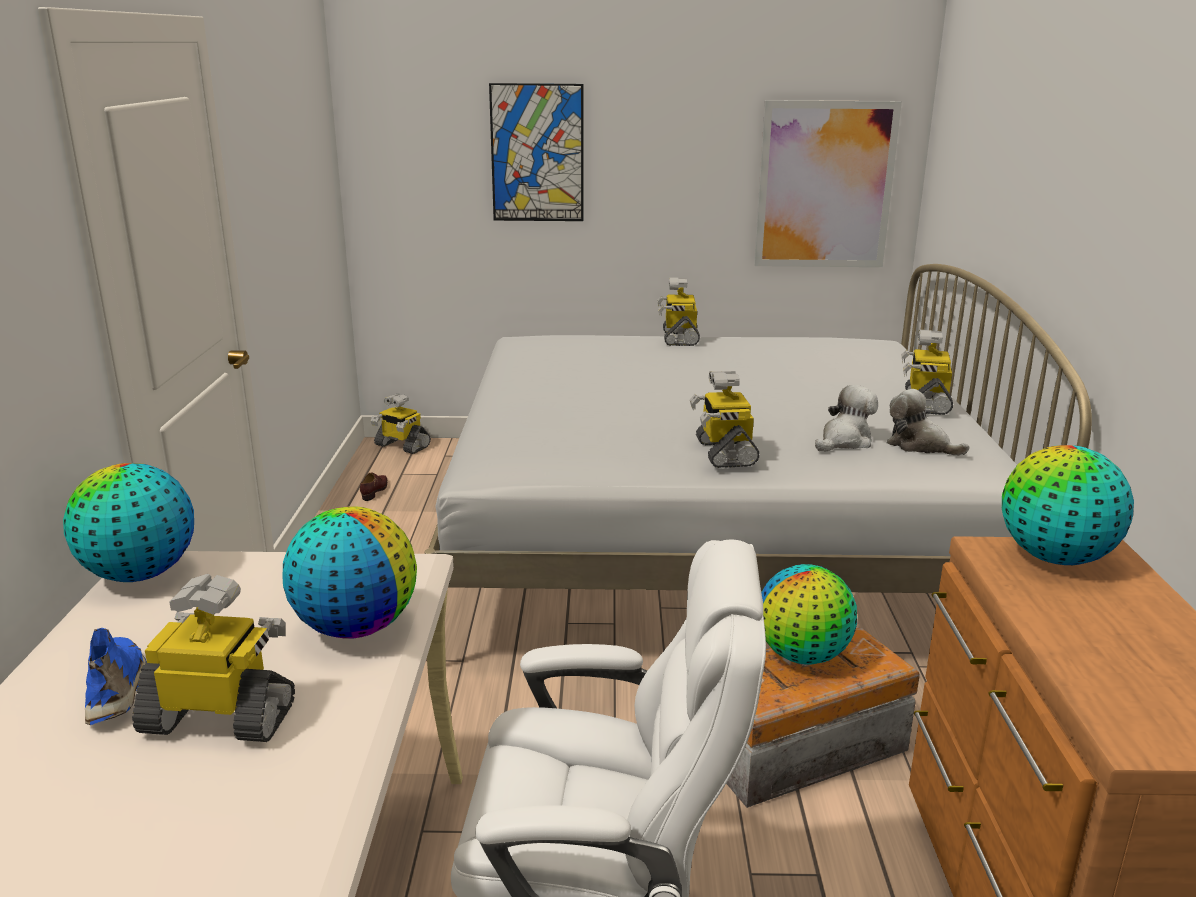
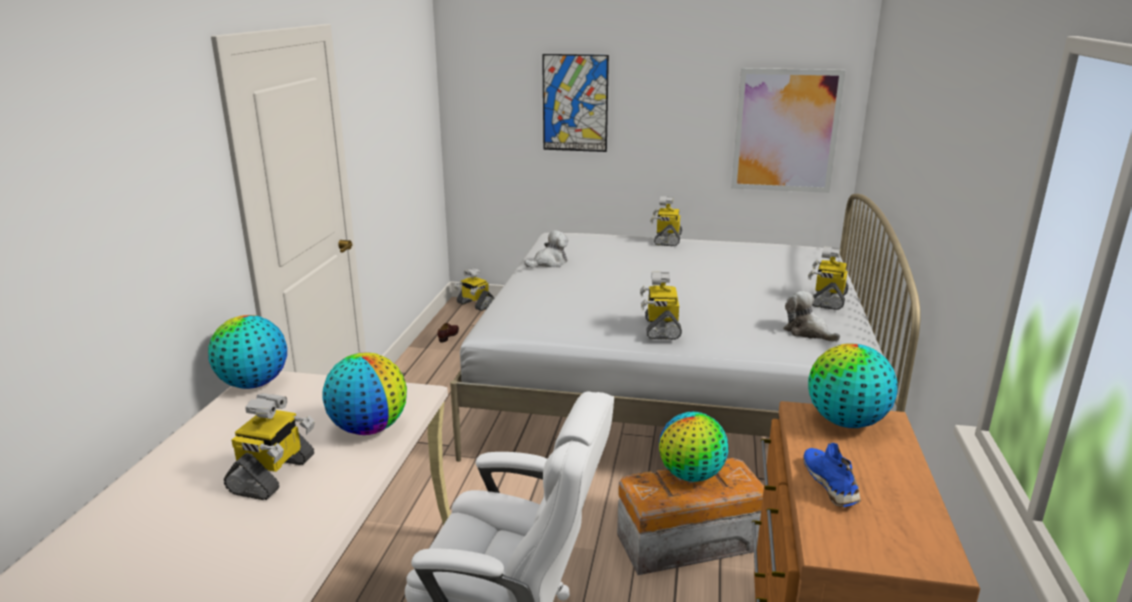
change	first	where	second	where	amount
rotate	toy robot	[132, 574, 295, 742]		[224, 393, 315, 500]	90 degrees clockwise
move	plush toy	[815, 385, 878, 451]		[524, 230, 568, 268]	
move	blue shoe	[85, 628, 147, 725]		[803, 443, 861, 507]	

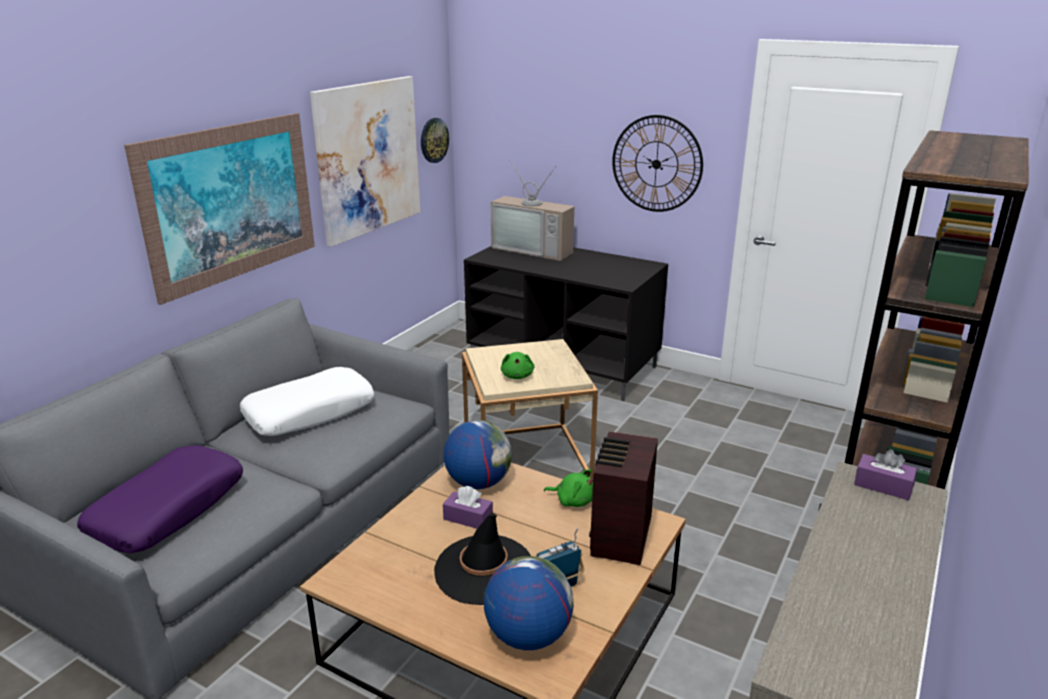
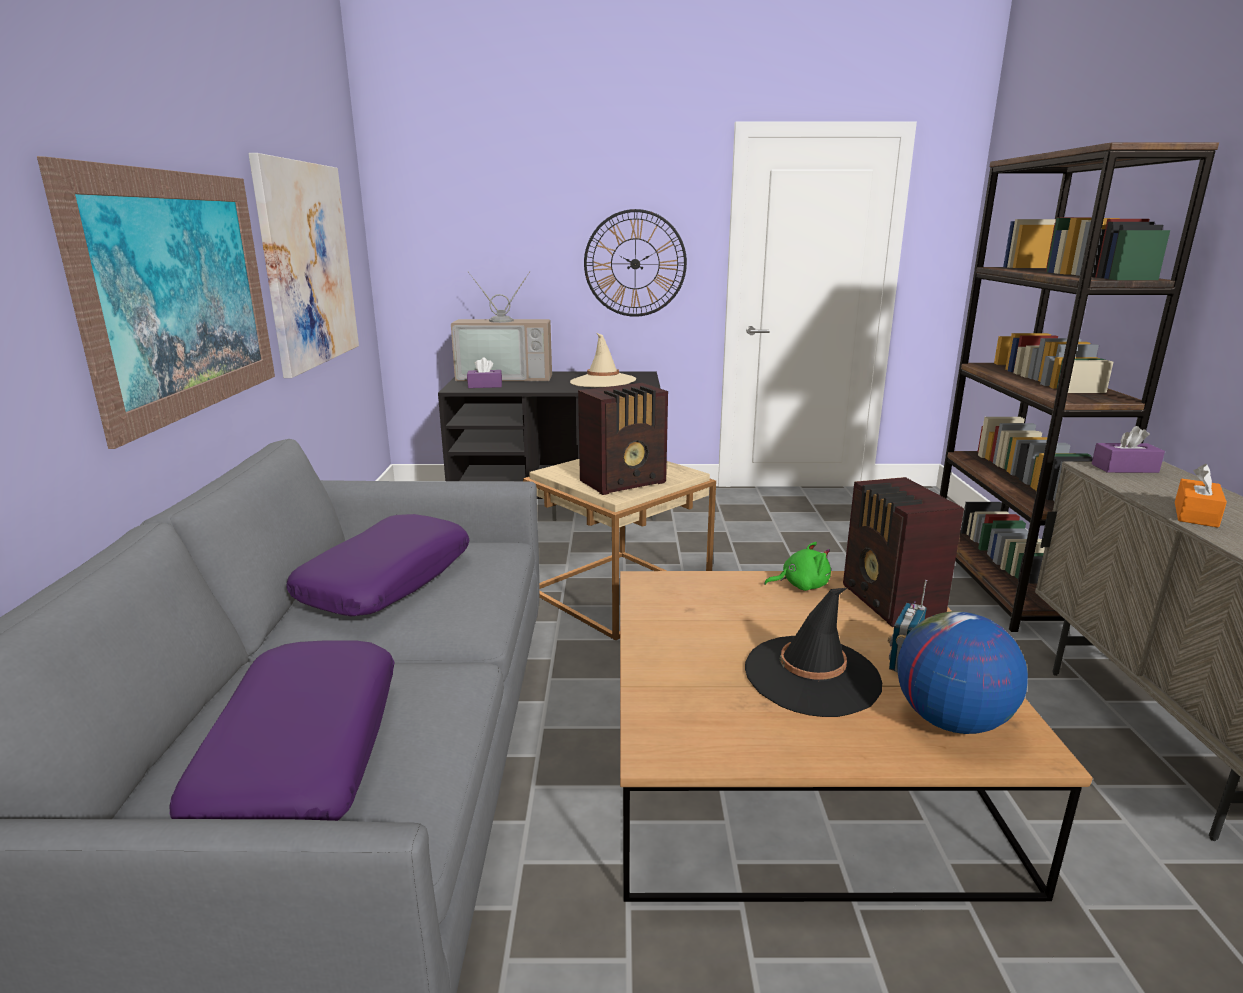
change	first	where	second	where	amount
recolor	white pillow	[240, 367, 375, 436]	purple pillow	[286, 514, 469, 617]	
move	purple tissue box	[443, 486, 493, 529]		[467, 357, 502, 388]	
insert			beige hat	[570, 333, 636, 387]	
replace	green plush toy	[501, 352, 534, 379]	radio	[578, 383, 668, 495]	
insert			orange tissue box	[1175, 464, 1227, 528]	
delete	wall clock	[421, 118, 449, 163]			
delete	globe	[444, 420, 512, 489]			

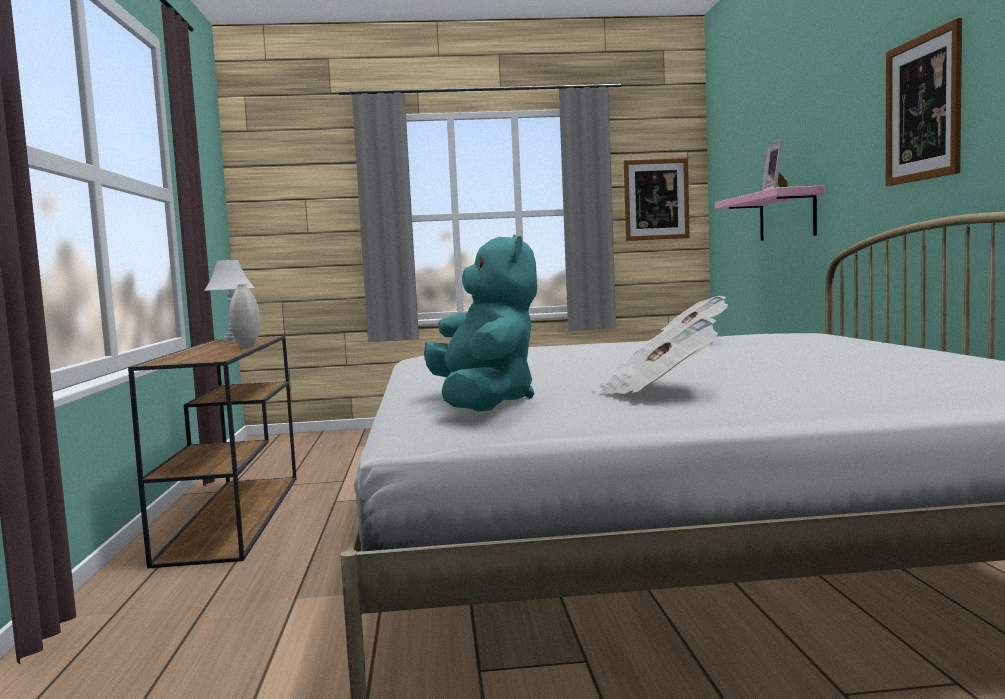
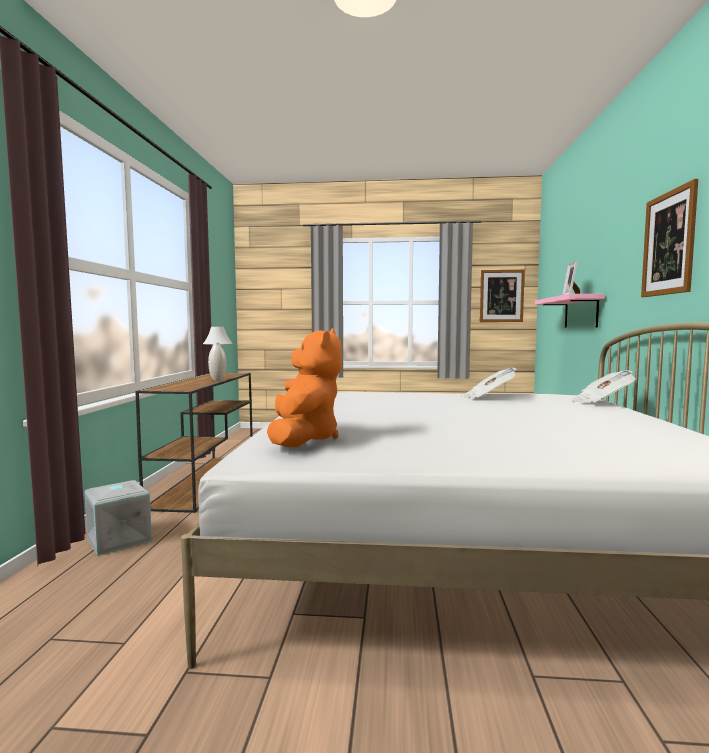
change	first	where	second	where	amount
insert			grey storage box	[84, 480, 152, 556]	
recolor	turquoise plush toy	[424, 234, 537, 411]	orange plush toy	[267, 328, 342, 447]	
move	newspaper	[594, 318, 718, 394]		[571, 370, 635, 402]	

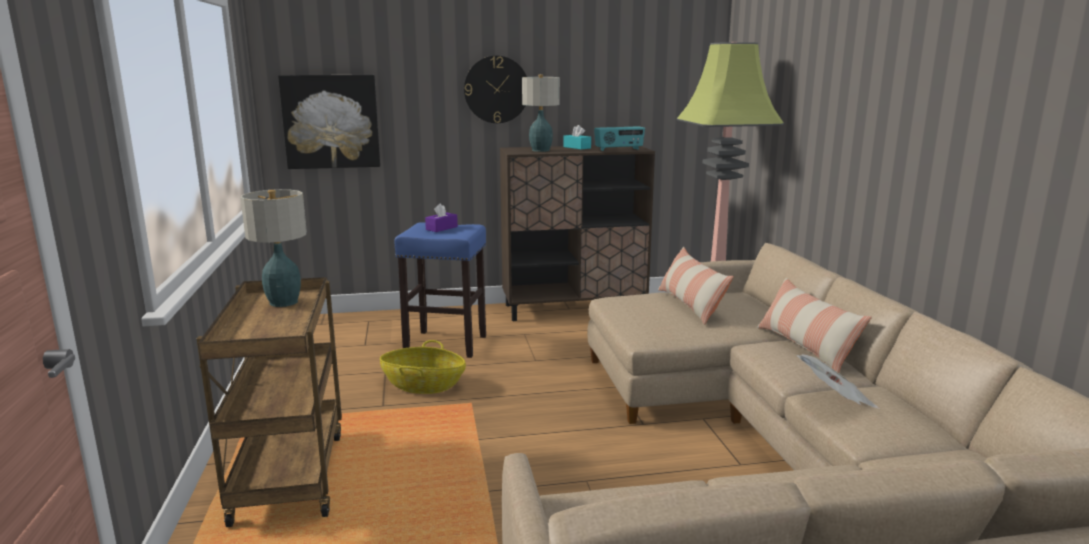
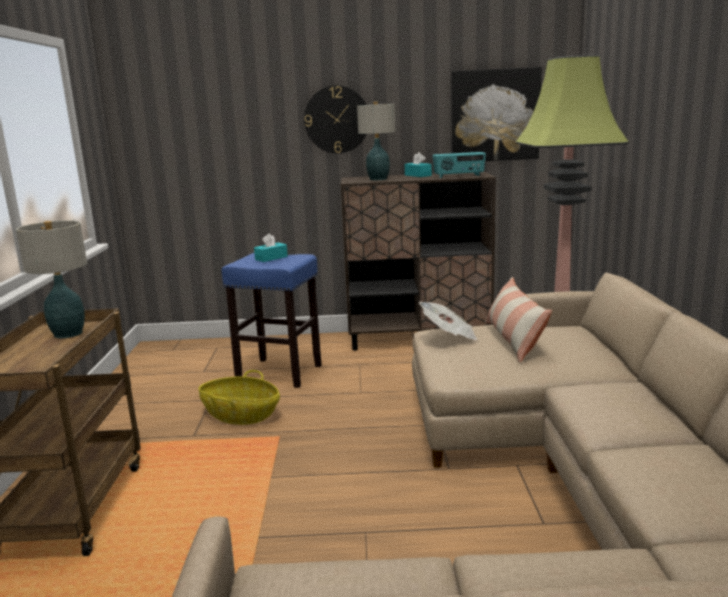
change	first	where	second	where	amount
recolor	purple tissue box	[425, 203, 458, 232]	turquoise tissue box	[254, 233, 288, 262]	
move	newspaper	[796, 354, 880, 409]		[419, 301, 477, 340]	
move	picture	[278, 75, 380, 169]		[451, 67, 542, 161]	
delete	pillow	[757, 278, 872, 373]			

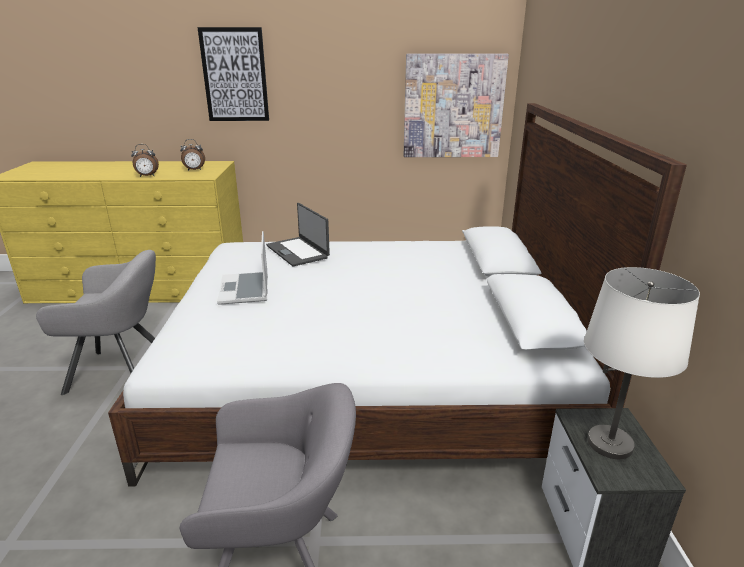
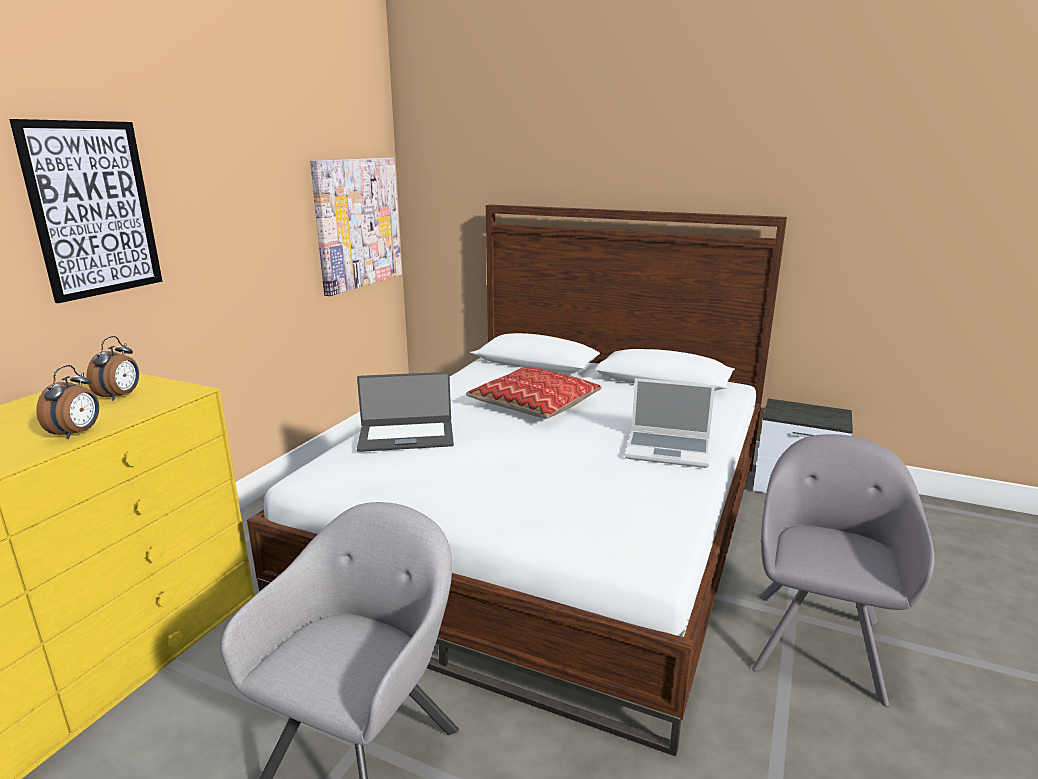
change	first	where	second	where	amount
insert			pillow	[466, 367, 602, 419]	
move	laptop	[217, 231, 268, 305]		[625, 378, 715, 468]	
delete	white table lamp	[584, 267, 700, 459]			

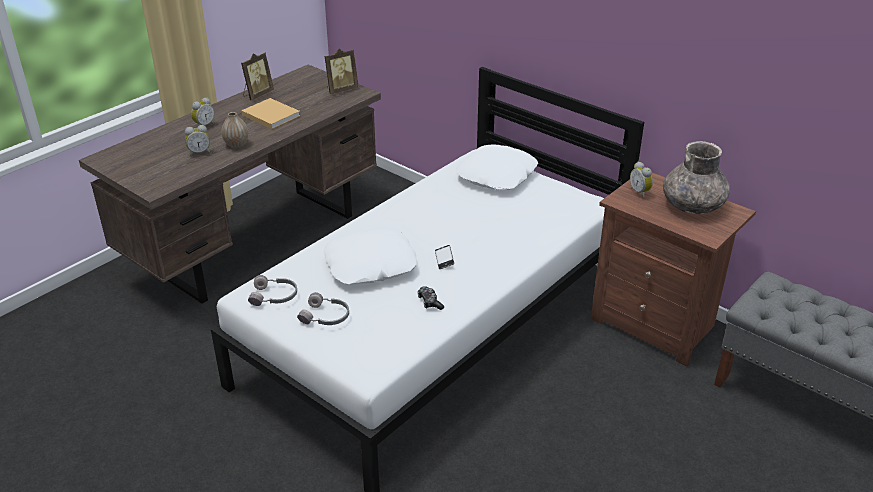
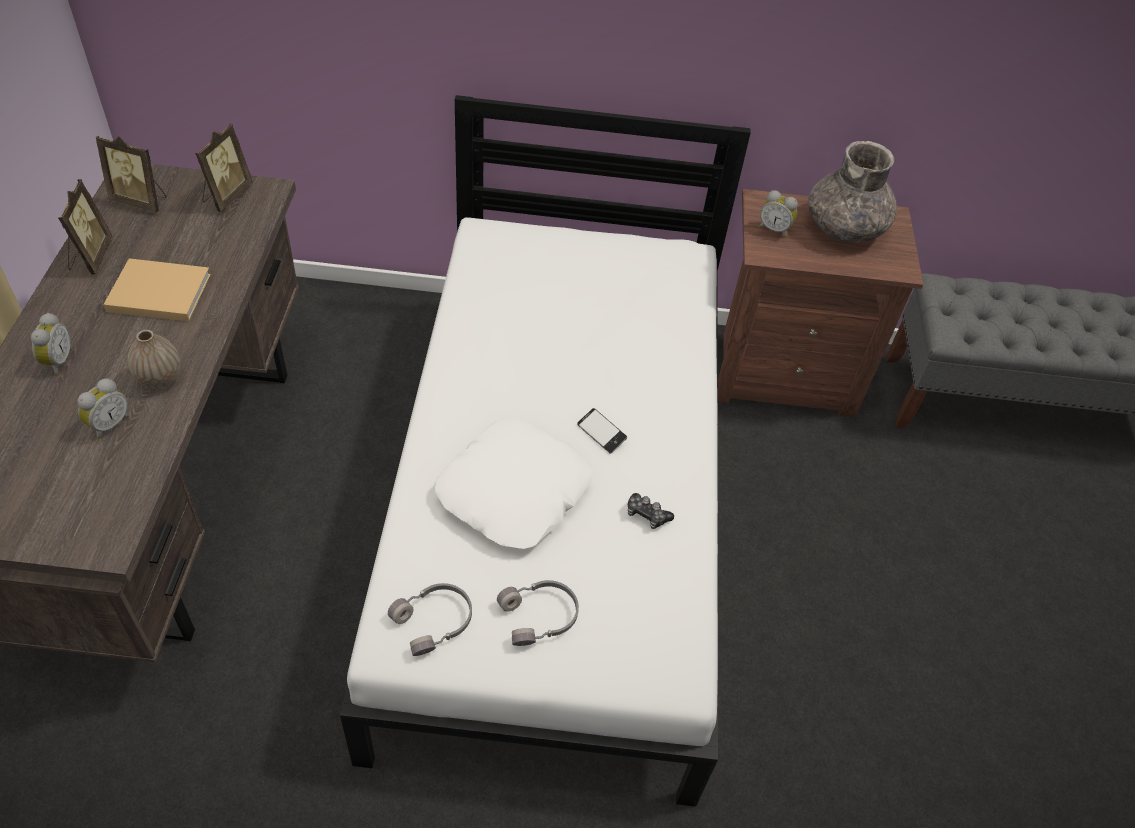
change	first	where	second	where	amount
insert			picture frame	[96, 136, 166, 213]	
delete	white pillow	[456, 144, 538, 190]			

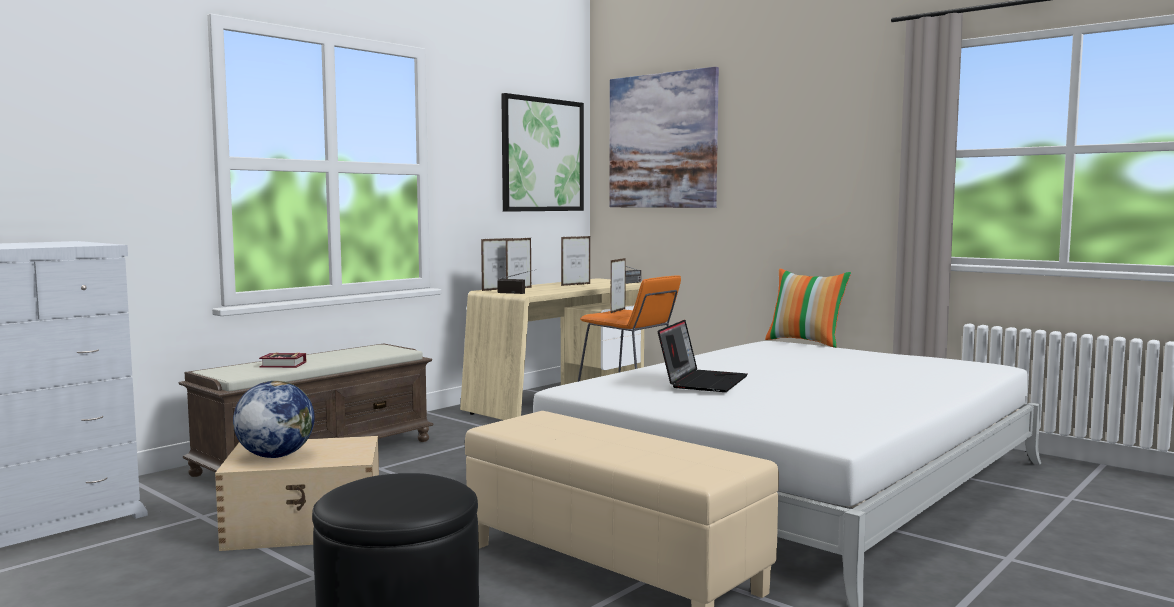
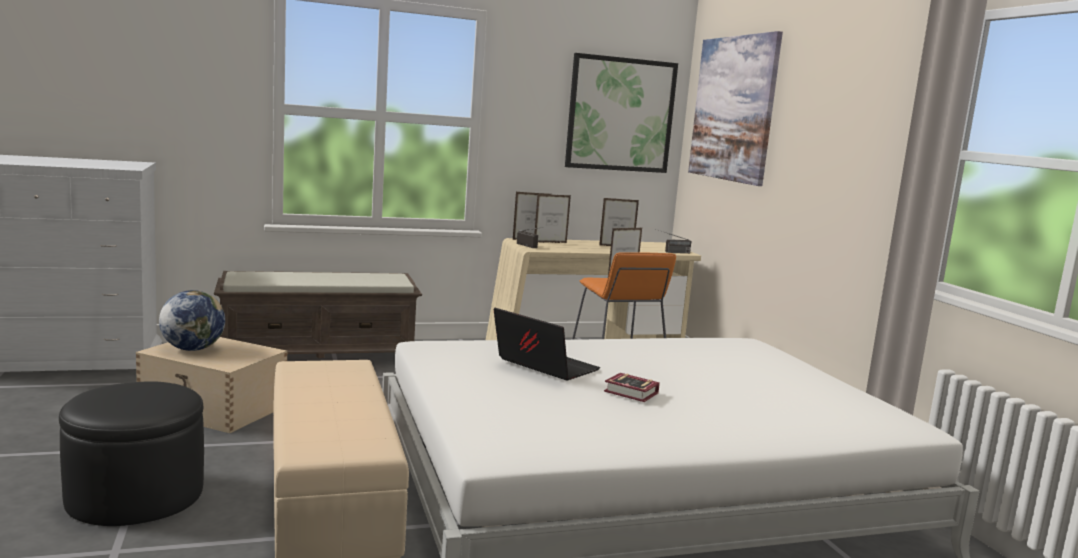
change	first	where	second	where	amount
rotate	laptop	[658, 320, 748, 392]		[494, 308, 600, 380]	105 degrees counterclockwise
move	book	[259, 352, 306, 368]		[604, 373, 660, 402]	
delete	pillow	[765, 268, 851, 348]			

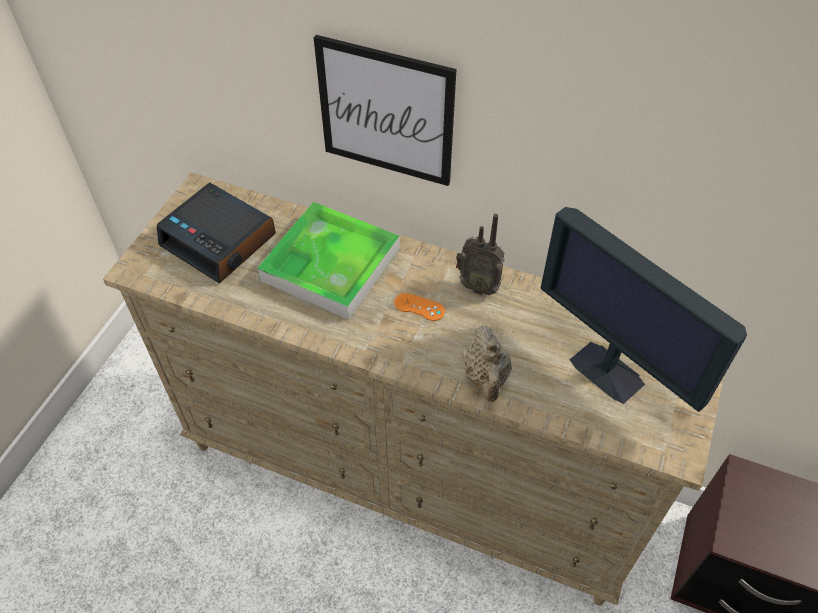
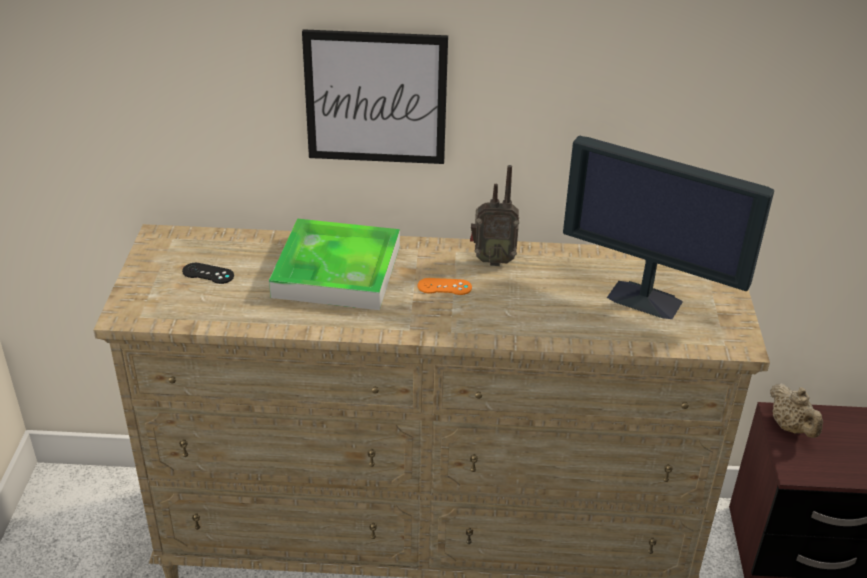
change	first	where	second	where	amount
replace	alarm clock	[156, 183, 276, 284]	black game controller	[182, 263, 234, 284]	
move	beige teapot	[464, 325, 512, 402]		[770, 383, 823, 438]	

